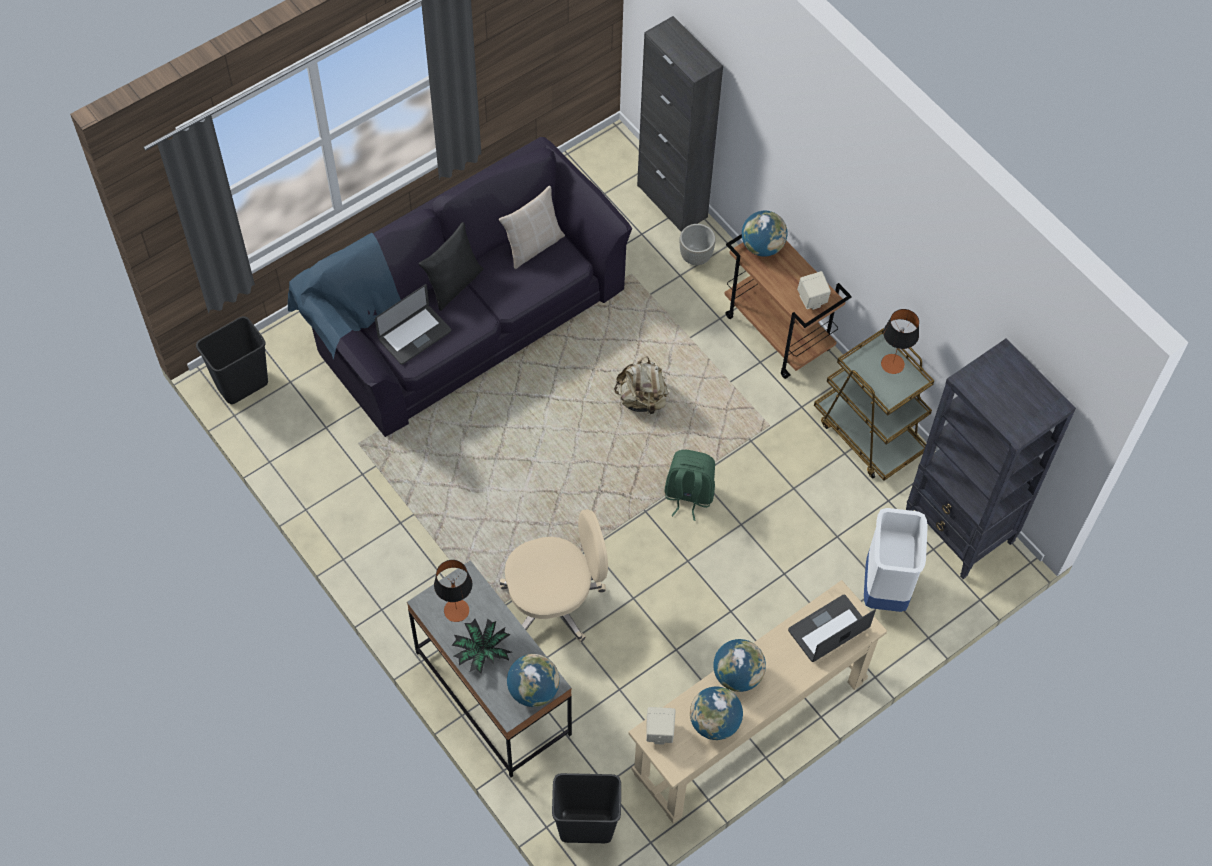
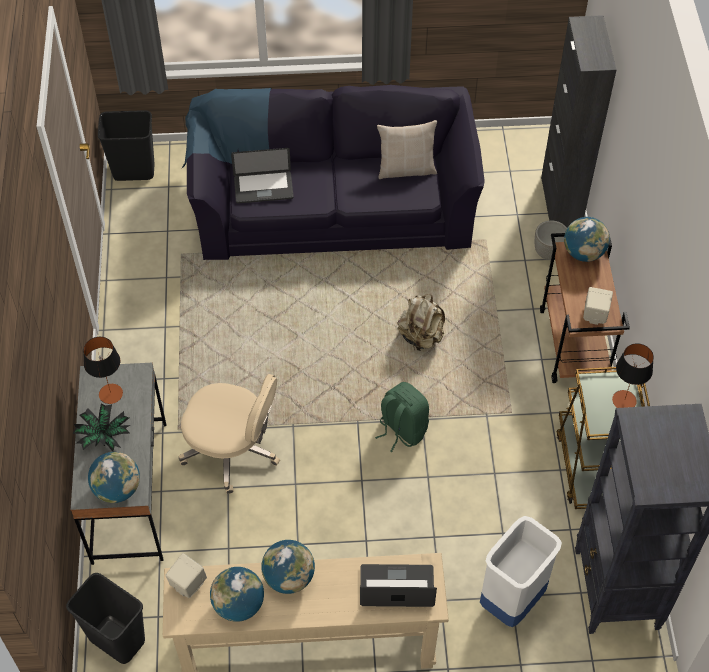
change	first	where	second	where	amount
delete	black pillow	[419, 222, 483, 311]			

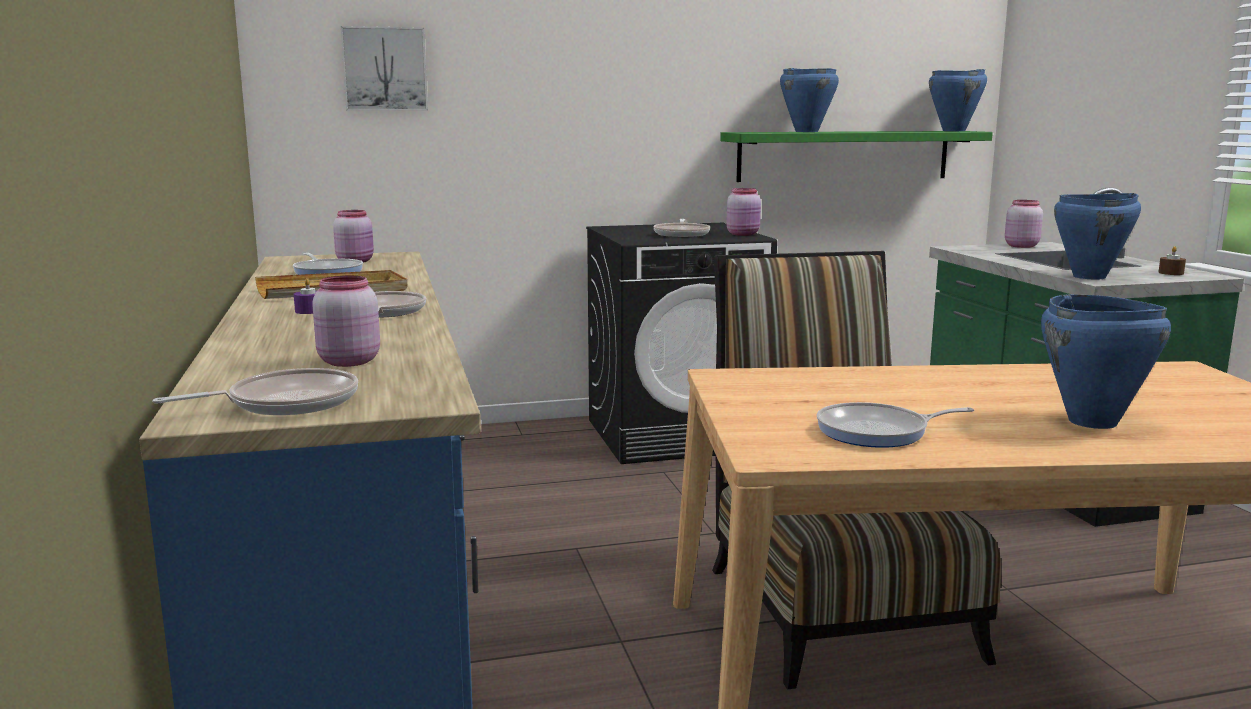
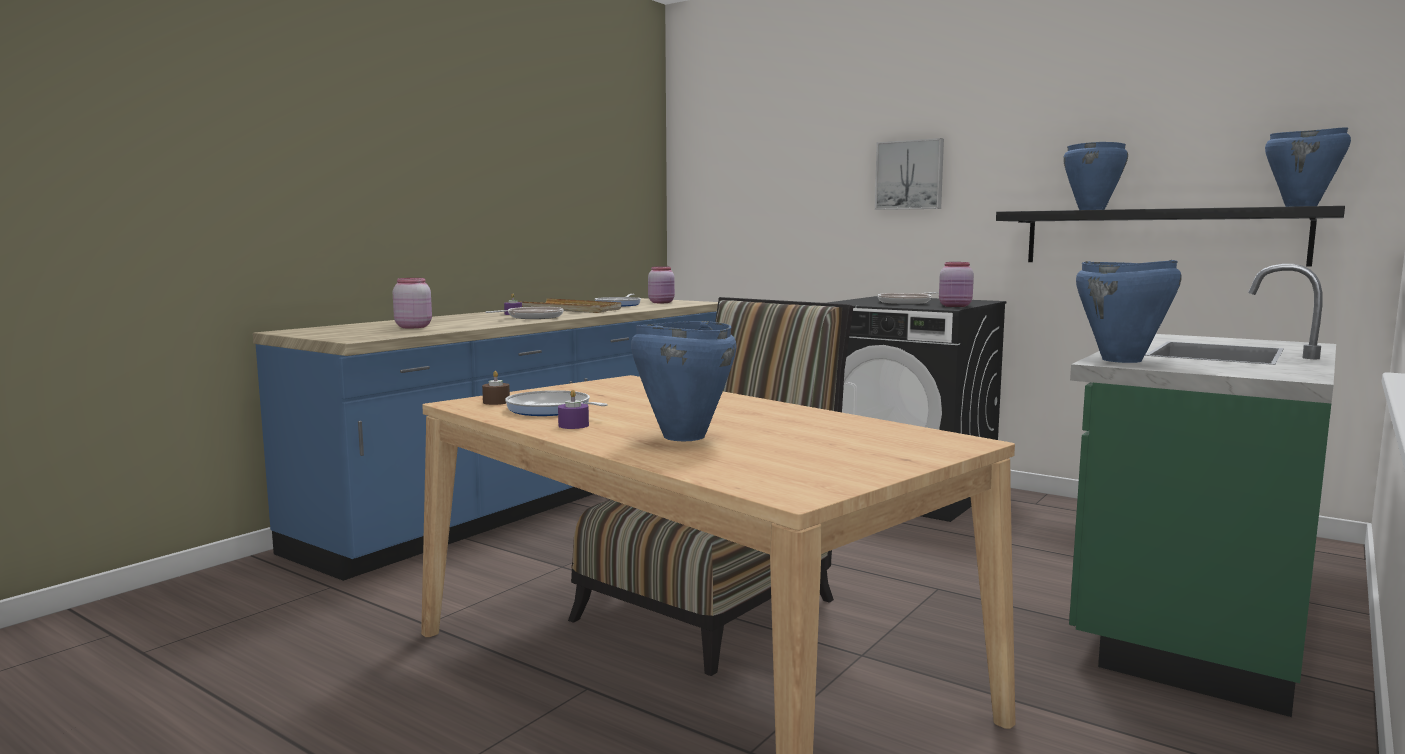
change	first	where	second	where	amount
move	brown candle	[1158, 246, 1186, 275]		[482, 371, 510, 405]	
insert			purple candle	[558, 390, 589, 429]	
move	picture	[341, 26, 428, 110]		[875, 138, 944, 210]	
recolor	green shelf	[720, 131, 993, 182]	black shelf	[996, 206, 1345, 267]	
delete	frying pan	[152, 368, 358, 415]			
delete	pink jar	[1005, 200, 1043, 248]			

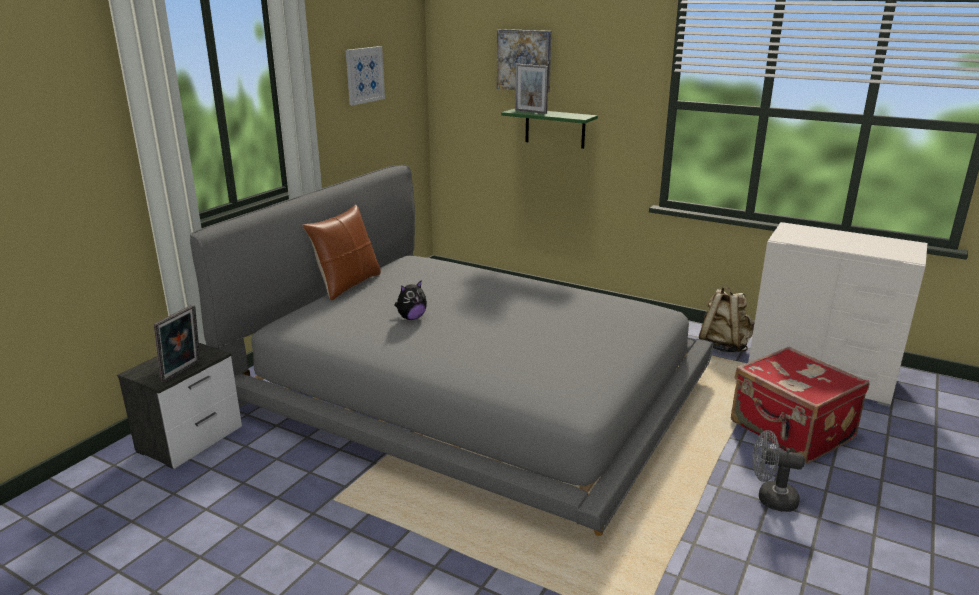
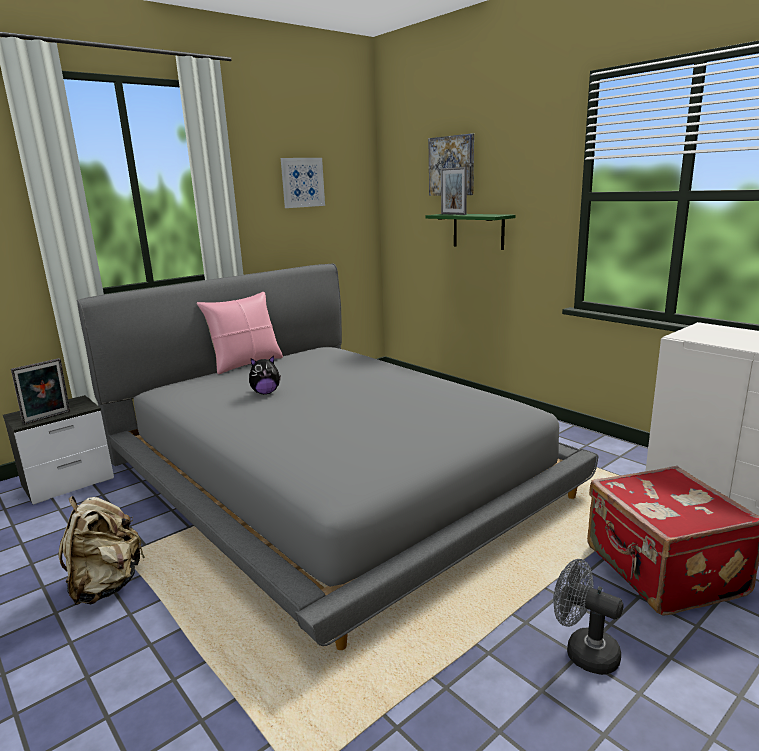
change	first	where	second	where	amount
move	beige backpack	[699, 286, 754, 353]		[58, 496, 145, 605]	
recolor	brown pillow	[302, 205, 381, 301]	pink pillow	[197, 292, 283, 374]	

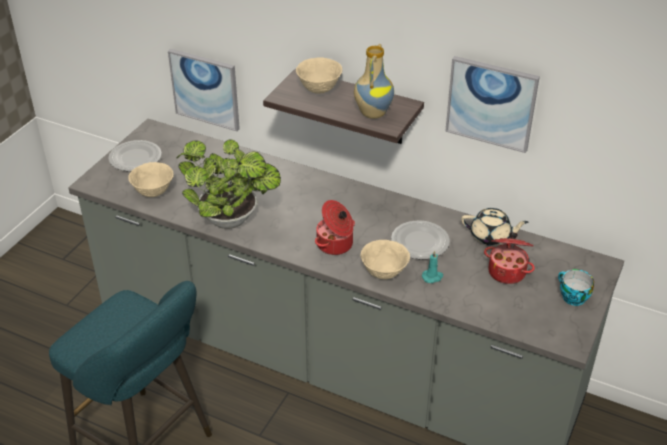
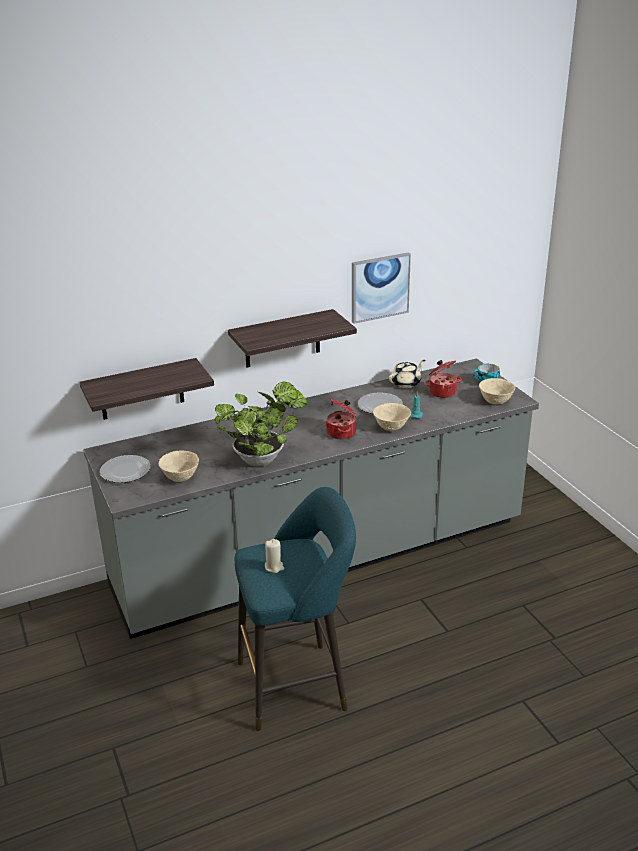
change	first	where	second	where	amount
replace	picture	[168, 49, 240, 131]	shelf	[79, 358, 214, 420]	
insert			beige candle	[265, 539, 284, 573]	
move	beige bowl	[296, 57, 342, 94]		[479, 378, 515, 404]	
delete	vase	[354, 44, 394, 119]			

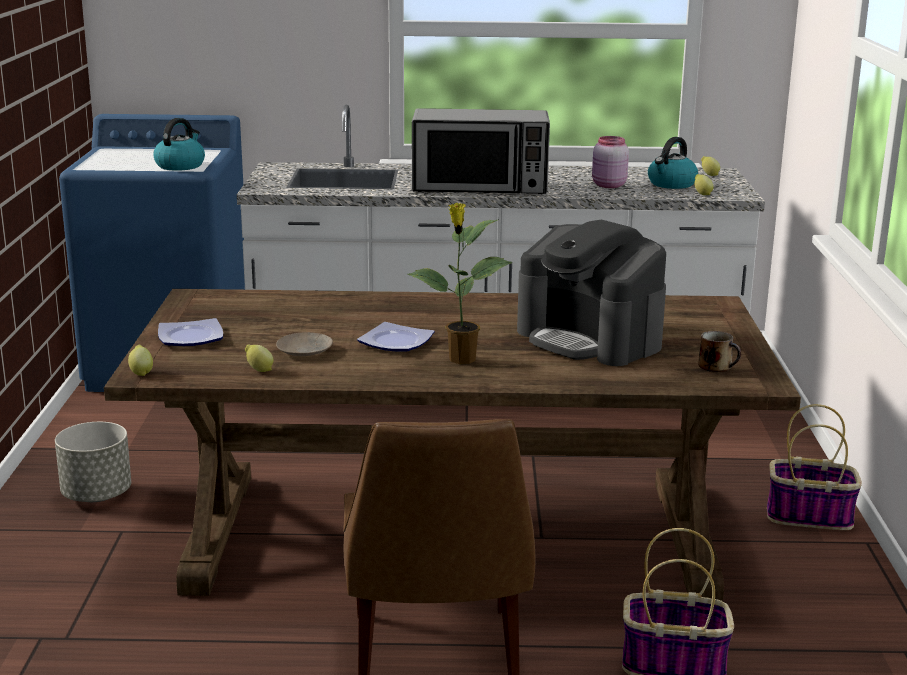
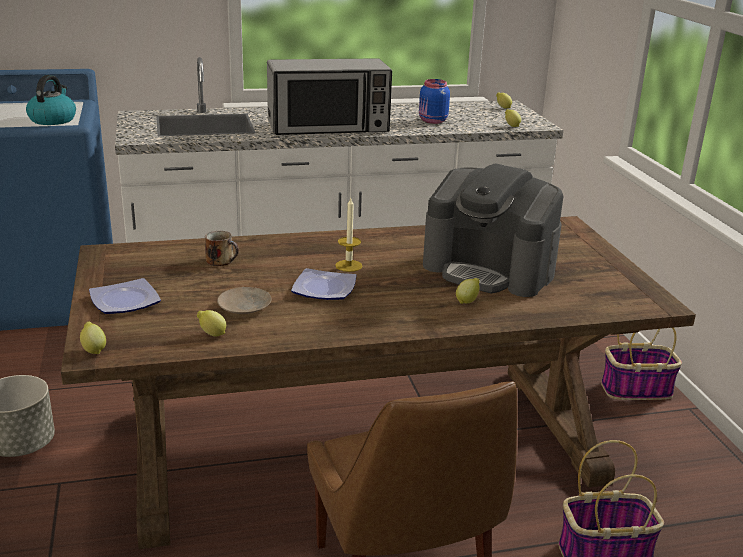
change	first	where	second	where	amount
move	mug	[698, 331, 741, 372]		[205, 231, 239, 266]	
insert			candle	[335, 198, 363, 272]	
recolor	pink jar	[592, 136, 629, 188]	blue jar	[419, 79, 450, 124]	
insert			lemon	[456, 278, 480, 304]	
delete	potted plant	[407, 203, 513, 364]			
delete	kettle	[648, 137, 698, 189]			

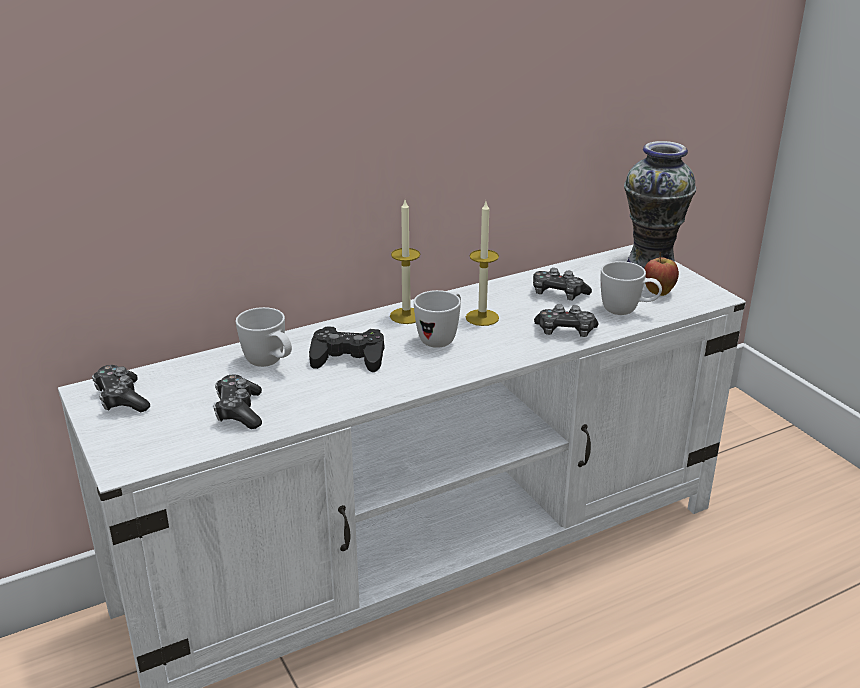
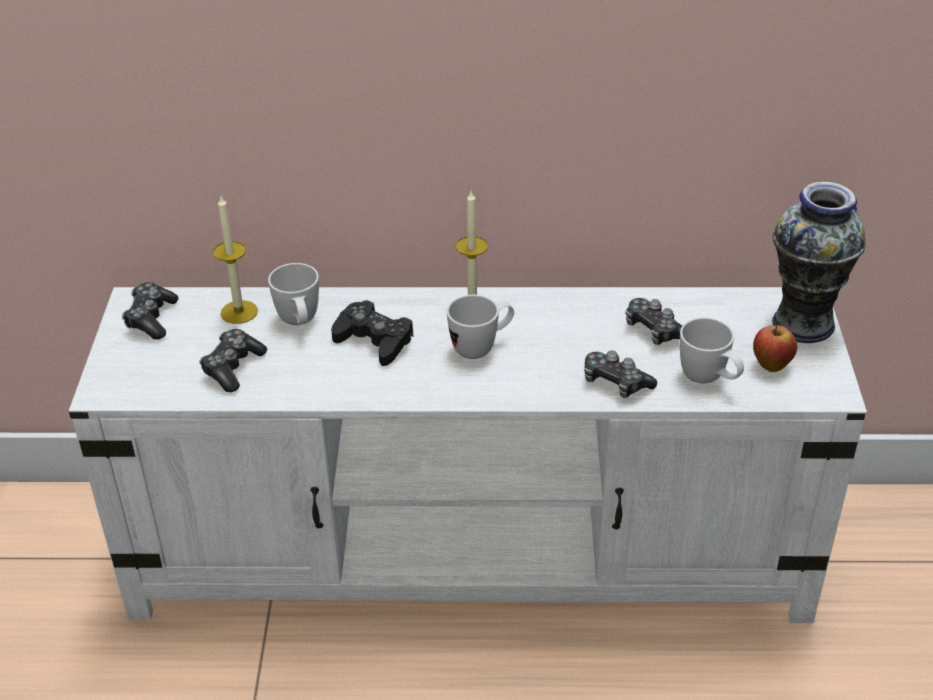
change	first	where	second	where	amount
move	candle	[466, 202, 499, 326]		[213, 196, 258, 324]	

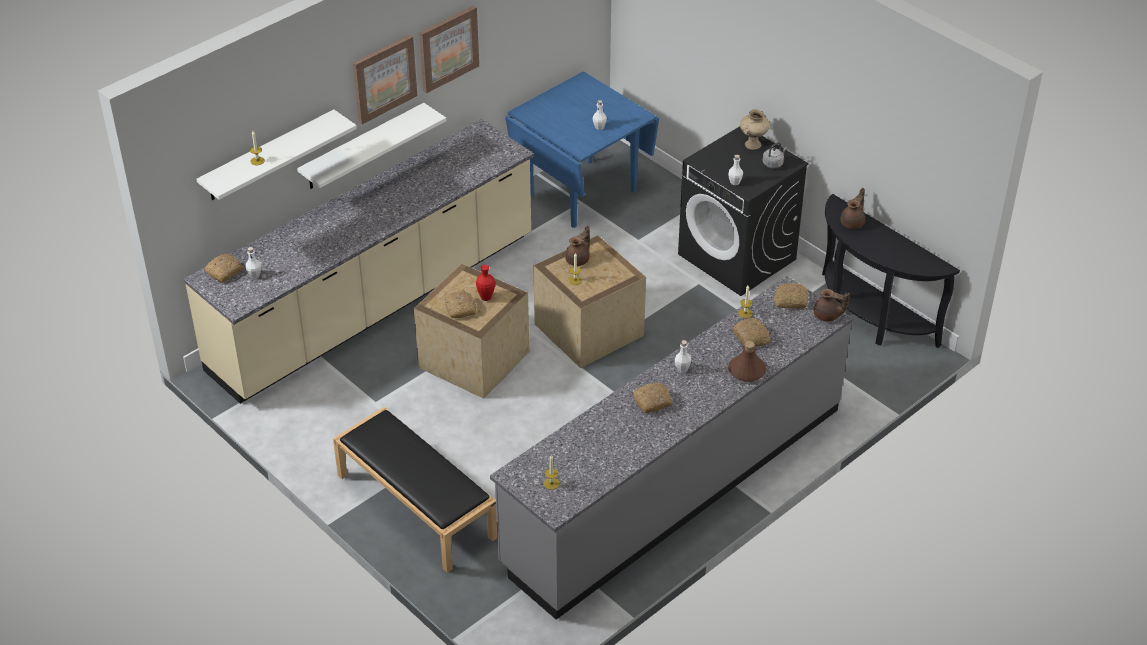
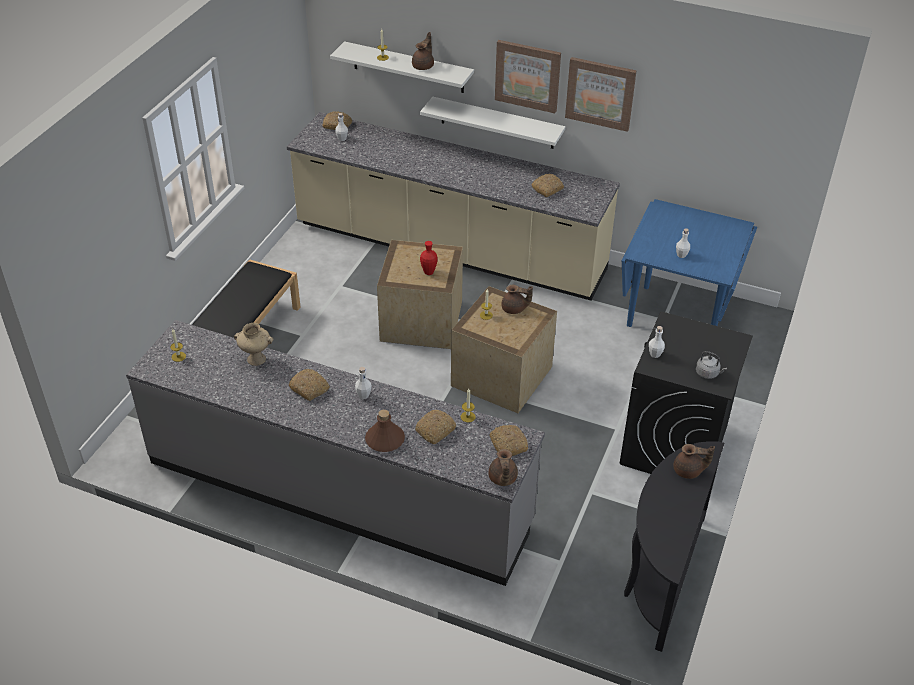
change	first	where	second	where	amount
move	beige vase	[740, 109, 770, 150]		[234, 323, 273, 366]	
insert			brown teapot	[412, 32, 434, 70]	
move	bread	[445, 291, 476, 318]		[532, 174, 564, 197]	

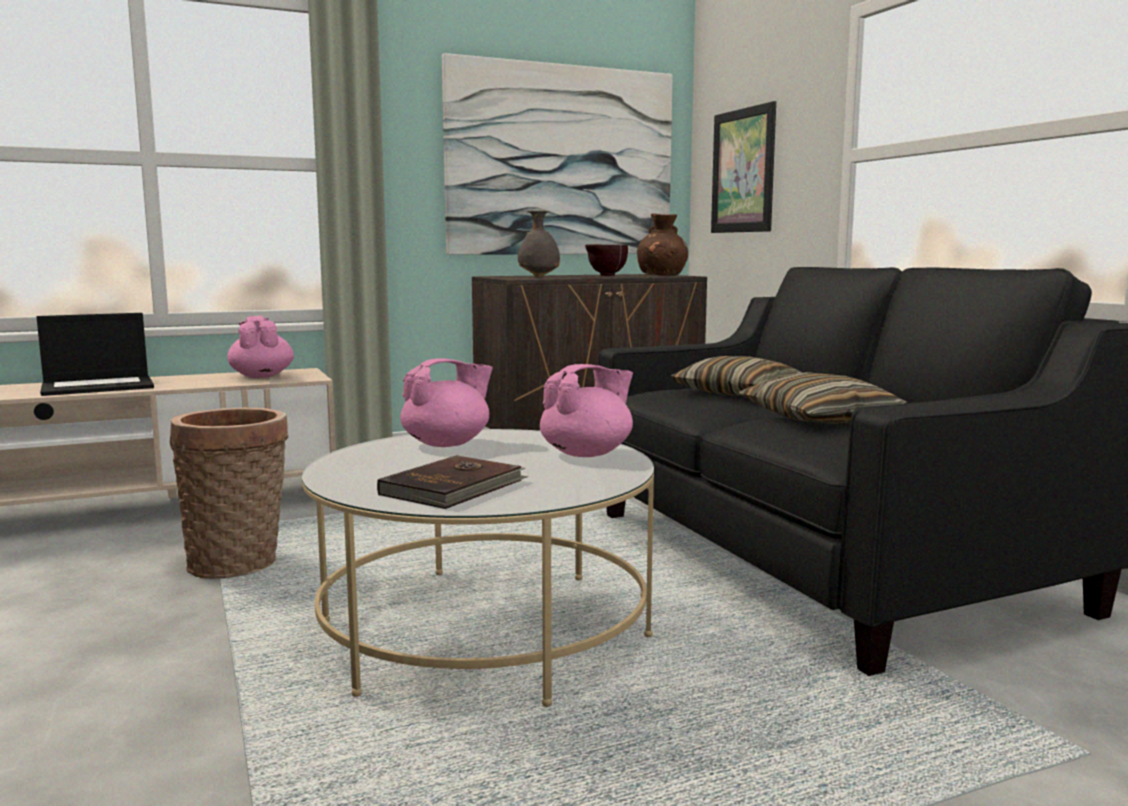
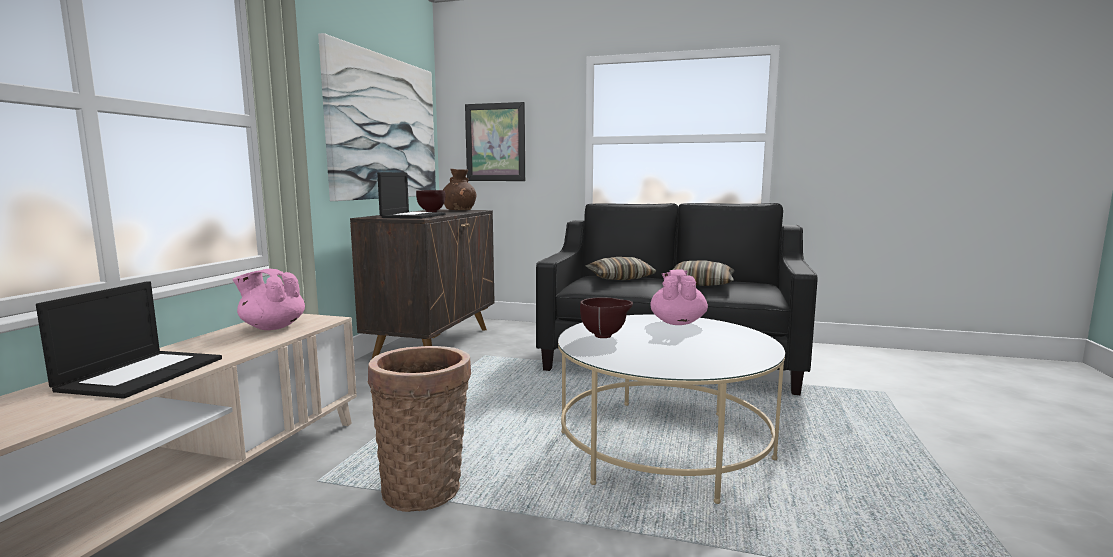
change	first	where	second	where	amount
replace	grey vase	[518, 211, 560, 277]	laptop	[377, 172, 446, 219]	
replace	pink teapot	[400, 358, 493, 447]	brown bowl	[580, 297, 633, 338]	
delete	brown book	[377, 455, 528, 509]			

